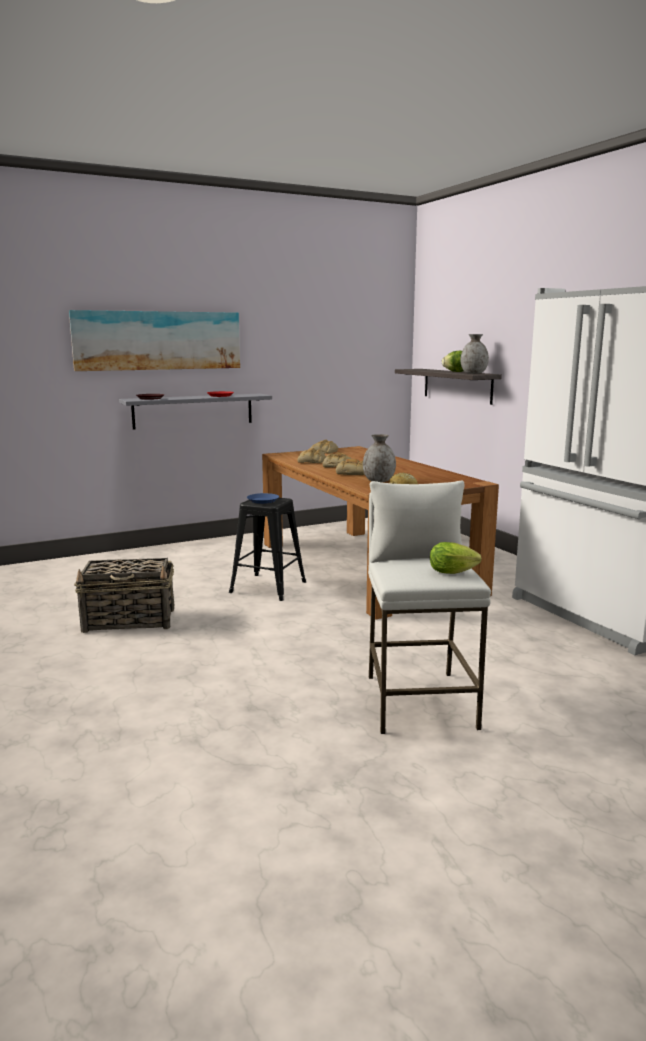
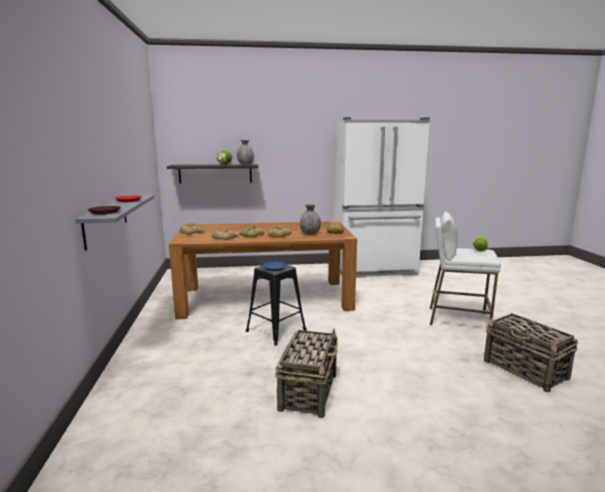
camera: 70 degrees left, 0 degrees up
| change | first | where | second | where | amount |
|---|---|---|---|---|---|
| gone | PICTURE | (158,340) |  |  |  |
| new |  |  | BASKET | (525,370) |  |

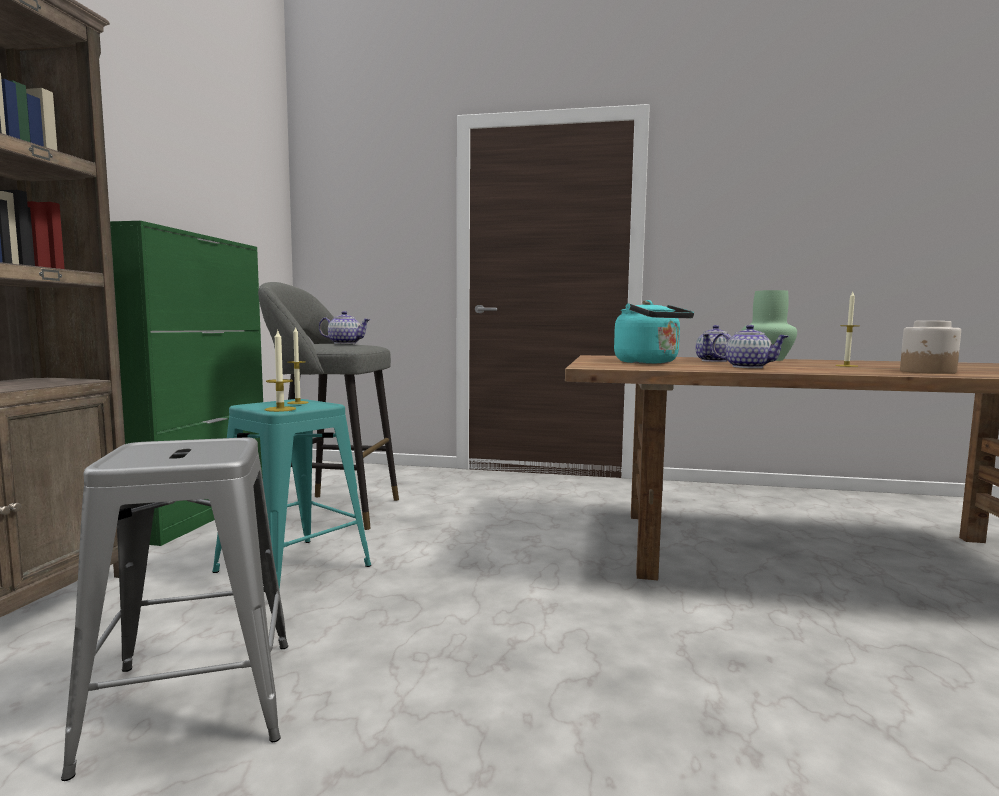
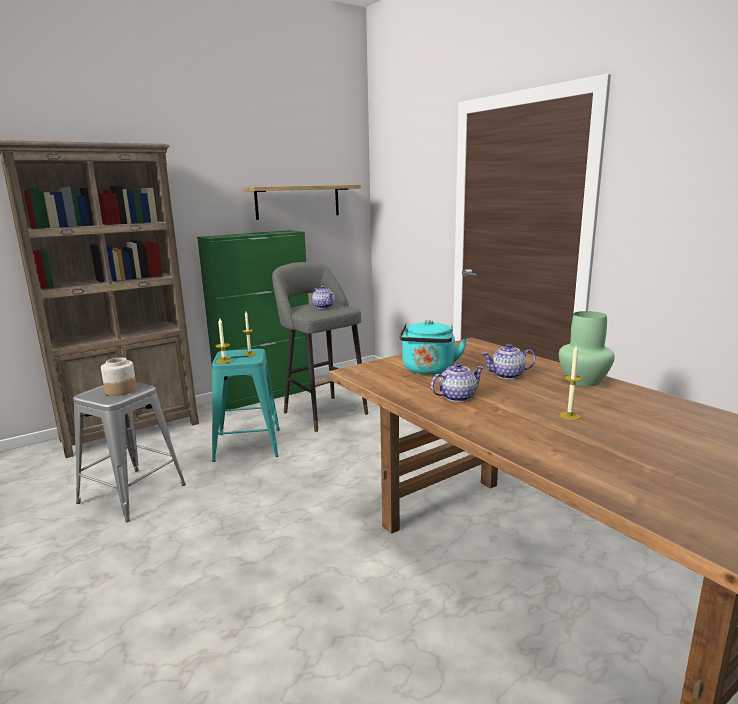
camera: 45 degrees right, 10 degrees up
| change | first | where | second | where | amount |
|---|---|---|---|---|---|
| new |  |  | SHELF | (298,201) |  |
| shifted | JAR | (928,372) |  | (120,390) |  |
| rotated | TEAPOT | (747,367) |  | (456,397) | 105 degrees counterclockwise |

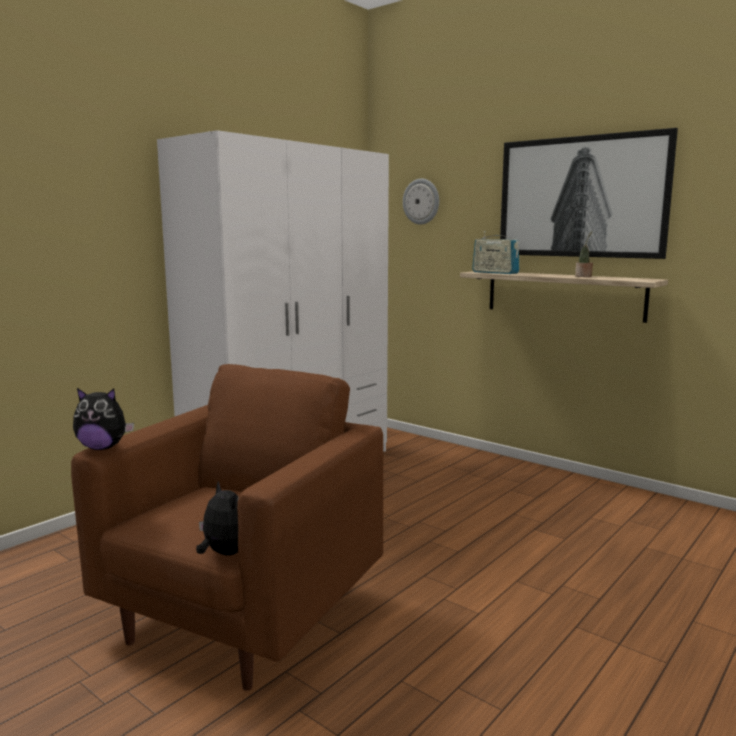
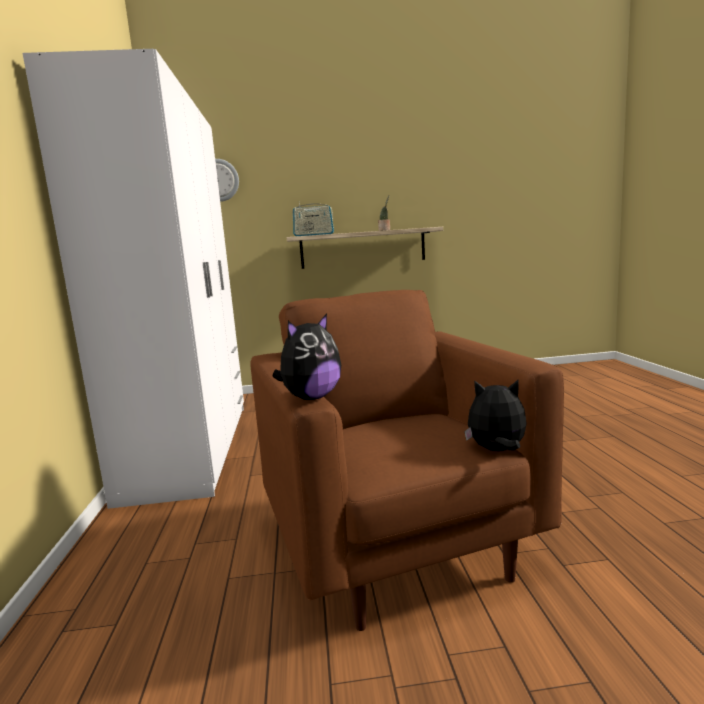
camera: 45 degrees left, 0 degrees up
| change | first | where | second | where | amount |
|---|---|---|---|---|---|
| gone | PICTURE | (581,197) |  |  |  |

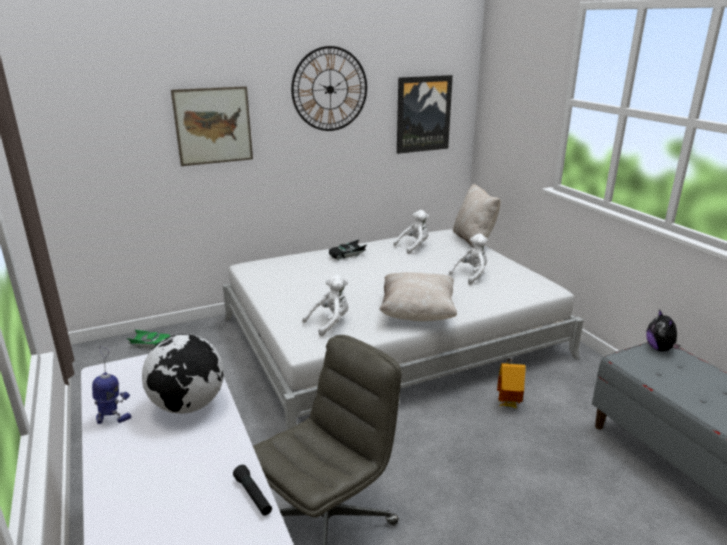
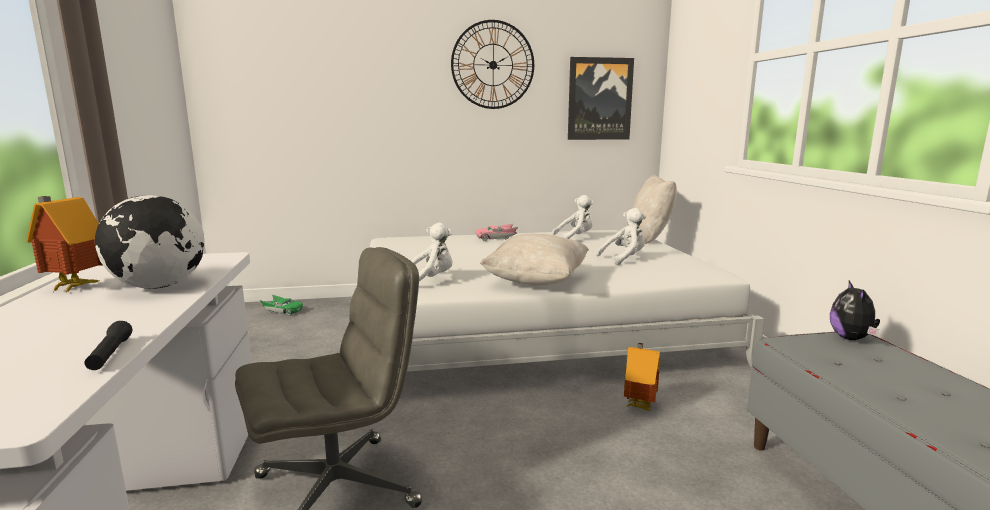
camera: 15 degrees right, 10 degrees down
| change | first | where | second | where | amount |
|---|---|---|---|---|---|
| gone | PICTURE | (213,126) |  |  |  |
| swapped | TOY ROBOT | (113,418) | TOY HOUSE | (73,287) |  |
| repainted | BLACK TOY CAR | (347,255) | PINK TOY CAR | (496,238) |  |

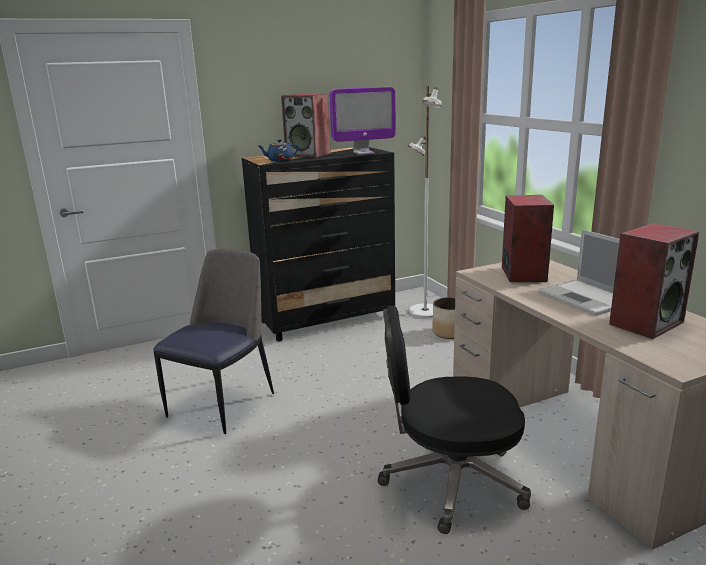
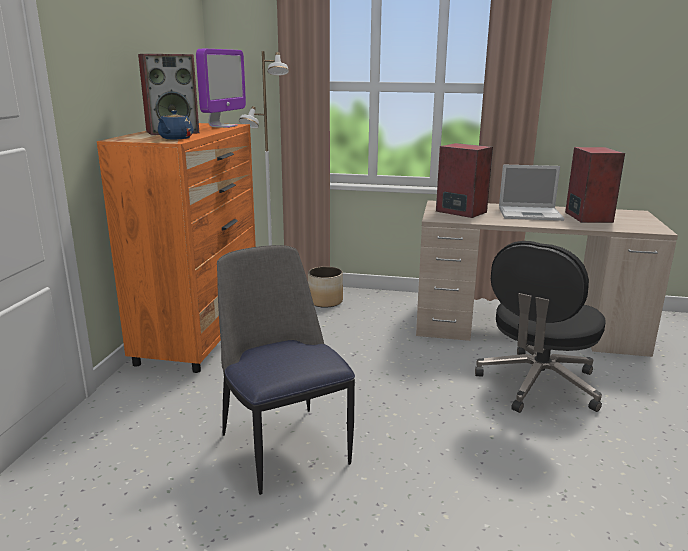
camera: 55 degrees left, 0 degrees up
| change | first | where | second | where | amount |
|---|---|---|---|---|---|
| repainted | BLACK DRESSER | (327,319) | ORANGE DRESSER | (200,334) |  |

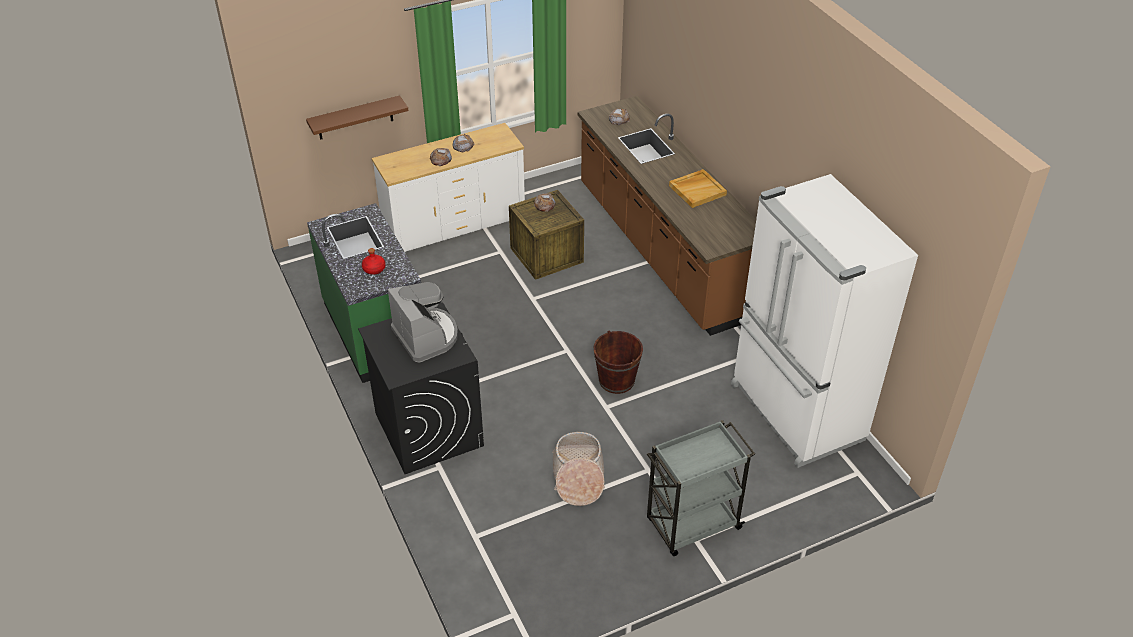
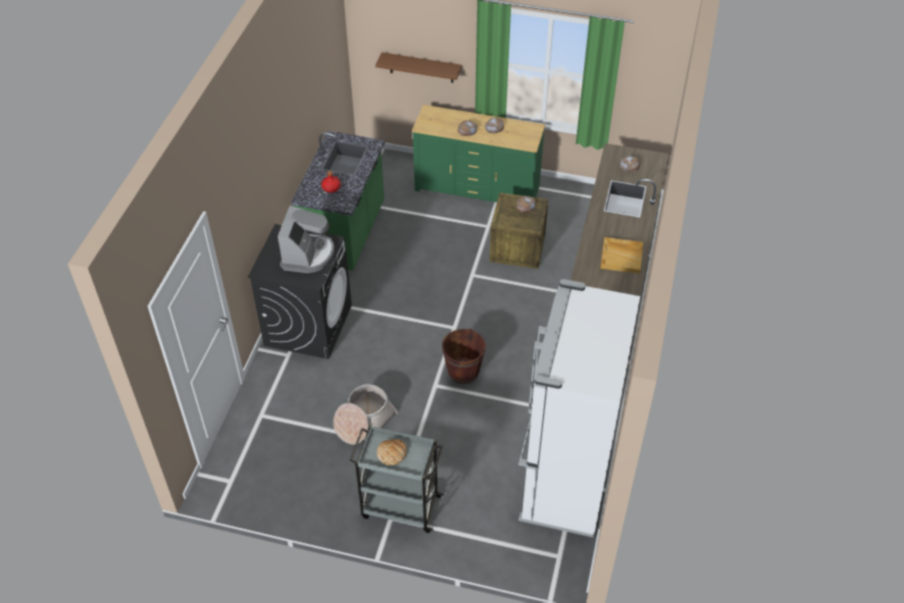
camera: 40 degrees right, 5 degrees up
| change | first | where | second | where | amount |
|---|---|---|---|---|---|
| new |  |  | BREAD | (392,453) |  |
| repainted | WHITE DRESSER | (454,225) | GREEN DRESSER | (477,188) |  |

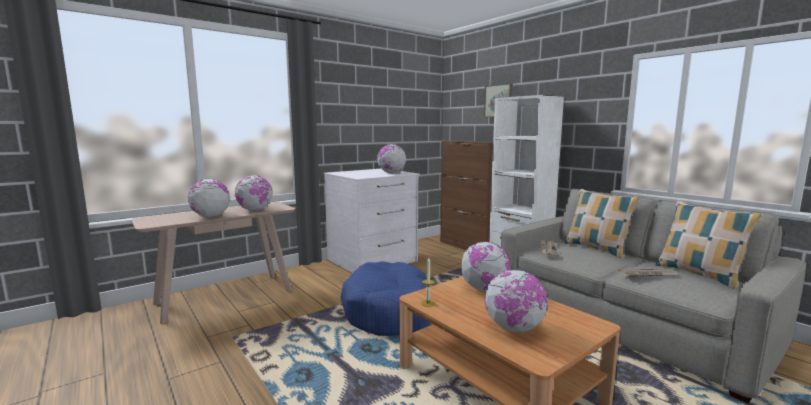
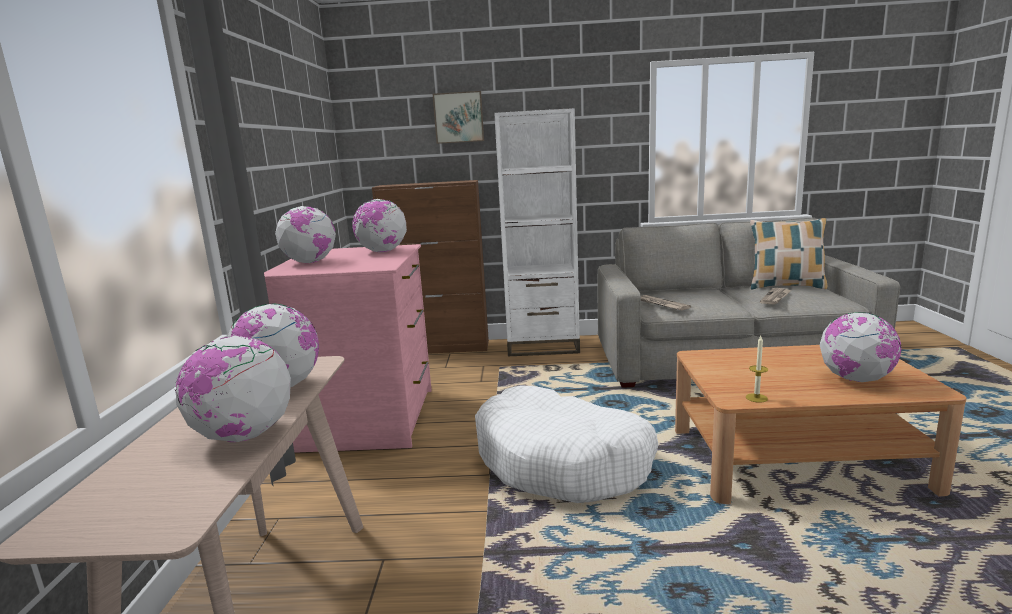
camera: 50 degrees left, 5 degrees up
| change | first | where | second | where | amount |
|---|---|---|---|---|---|
| gone | PILLOW | (596,249) |  |  |  |
| shifted | GLOBE | (484,289) |  | (310,262) |  |
| repainted | WHITE DRESSER | (373,261) | PINK DRESSER | (368,418) |  |
| repainted | BLUE DOG BED | (390,311) | WHITE DOG BED | (563,462) |  |

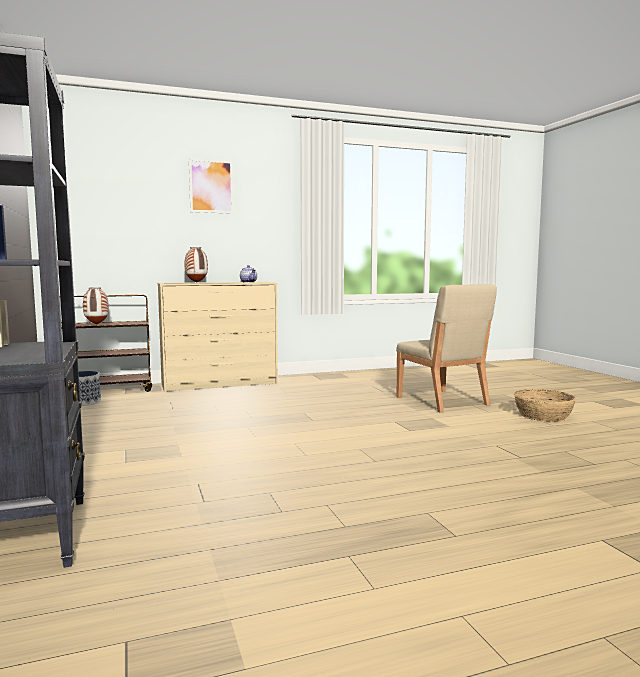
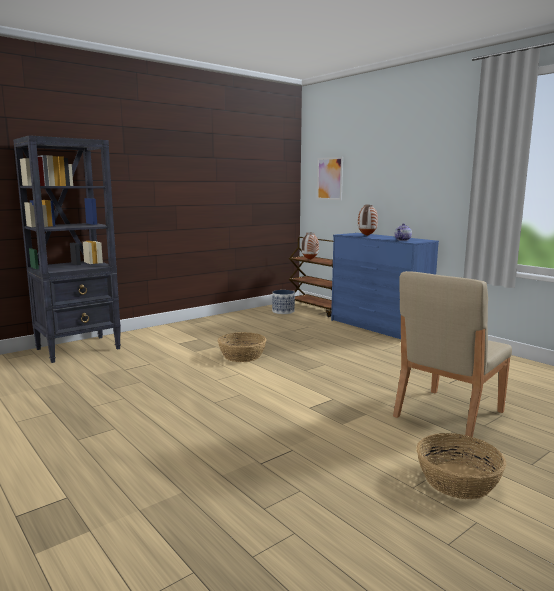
camera: 70 degrees right, 5 degrees up
| change | first | where | second | where | amount |
|---|---|---|---|---|---|
| new |  |  | BASKET | (242,356) |  |
| shifted | PICTURE | (211,186) |  | (329,178) |  |
| repainted | BEIGE DRESSER | (219,384) | BLUE DRESSER | (378,328) |  |

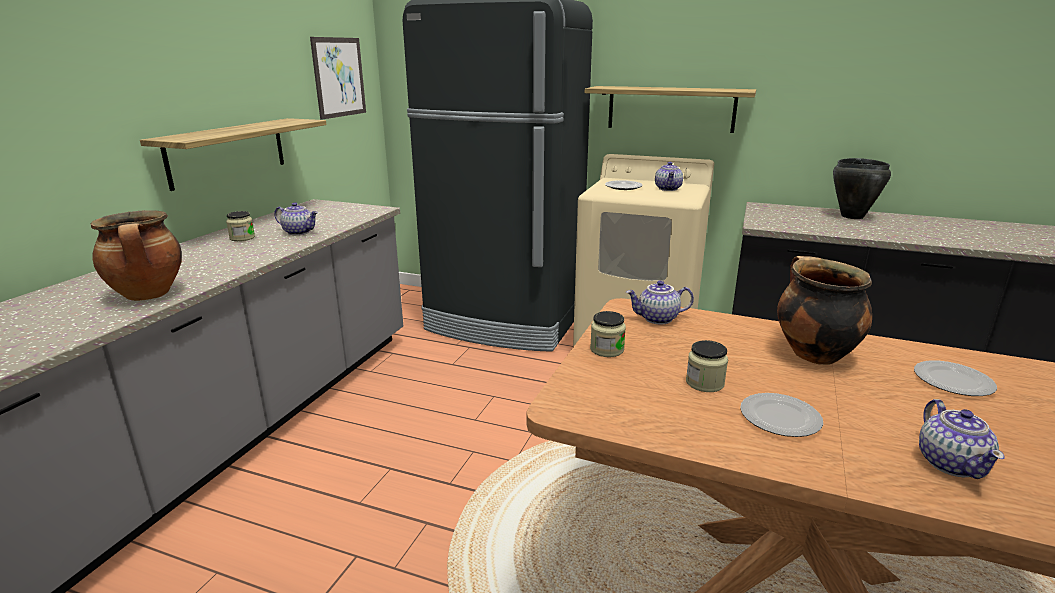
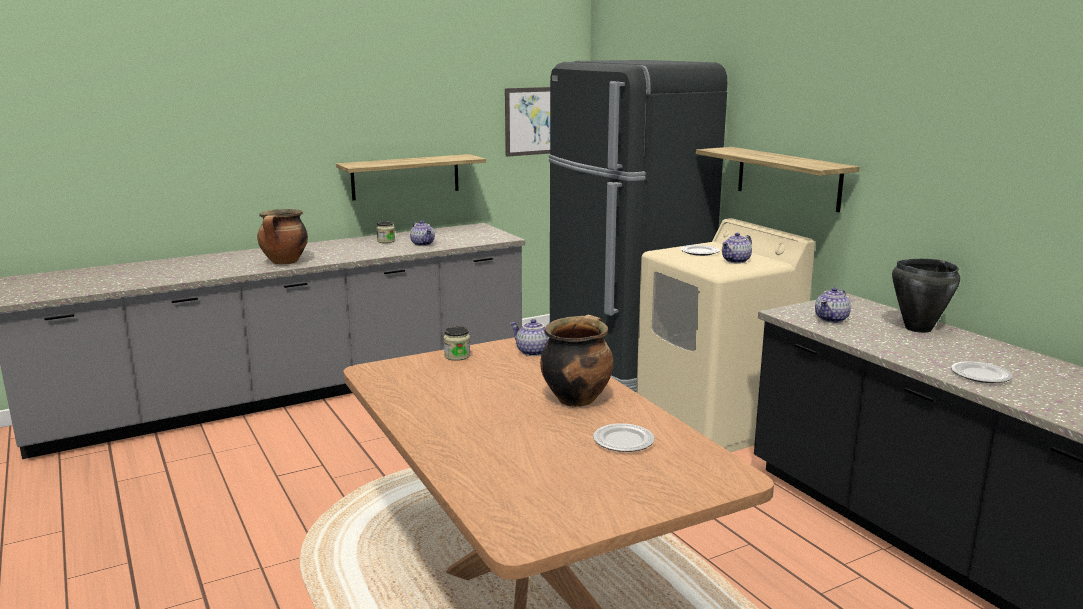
camera: 40 degrees right, 5 degrees down
| change | first | where | second | where | amount |
|---|---|---|---|---|---|
| gone | JAR | (704,383) |  |  |  |
| shifted | PLATE | (780,419) |  | (980,375) |  |
| shifted | TEAPOT | (951,463) |  | (832,319) |  |

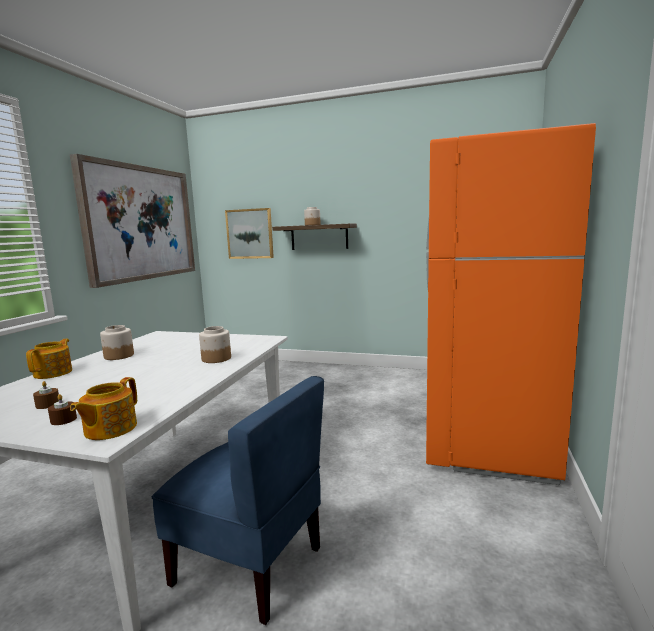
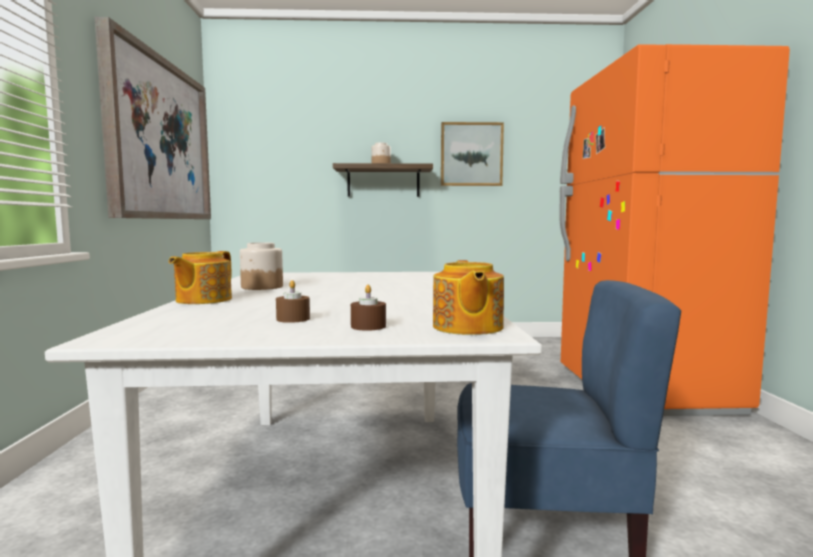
camera: 20 degrees left, 5 degrees down
| change | first | where | second | where | amount |
|---|---|---|---|---|---|
| gone | JAR | (216,359) |  |  |  |
| shifted | PICTURE | (250,234) |  | (471,154) |  |
| rotated | TEAPOT | (54,373) |  | (202,300) | 150 degrees counterclockwise |

